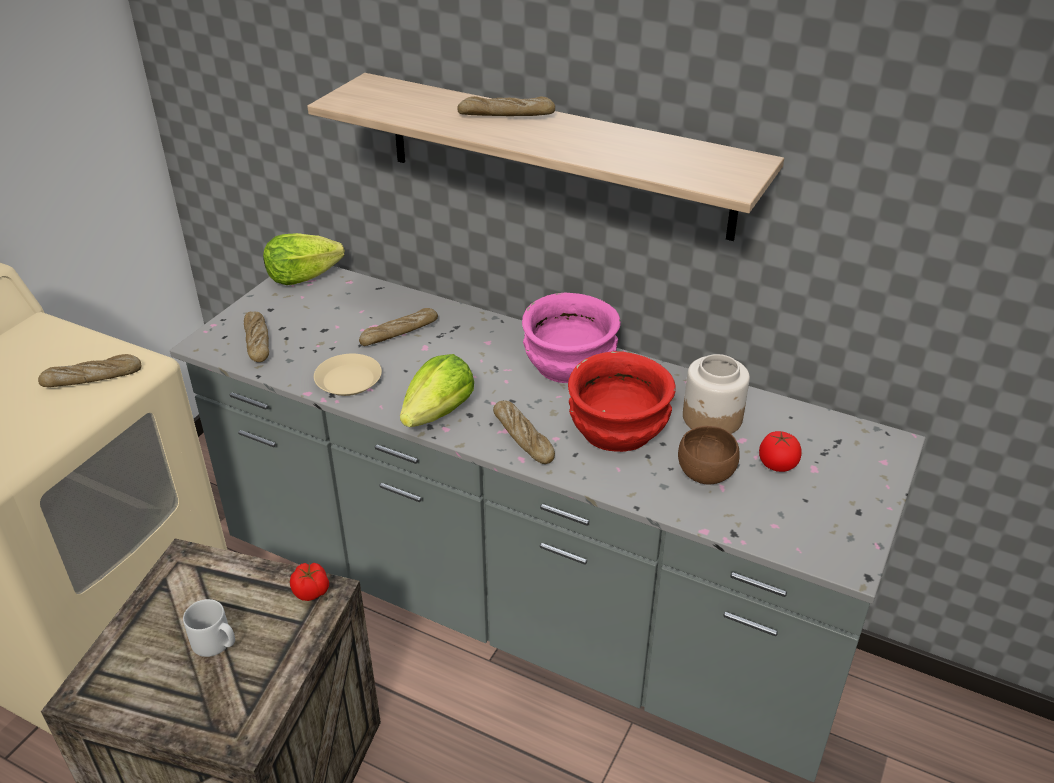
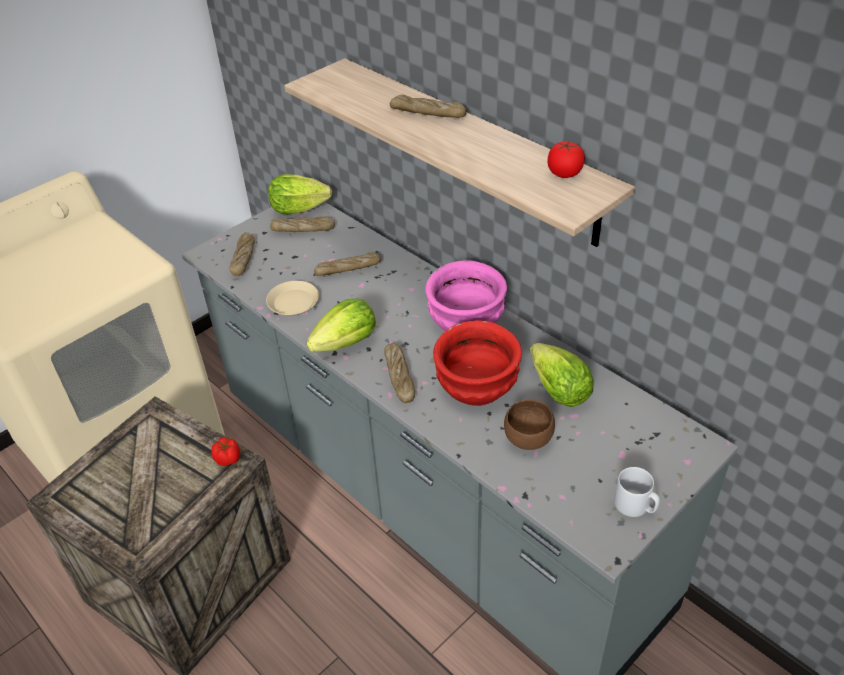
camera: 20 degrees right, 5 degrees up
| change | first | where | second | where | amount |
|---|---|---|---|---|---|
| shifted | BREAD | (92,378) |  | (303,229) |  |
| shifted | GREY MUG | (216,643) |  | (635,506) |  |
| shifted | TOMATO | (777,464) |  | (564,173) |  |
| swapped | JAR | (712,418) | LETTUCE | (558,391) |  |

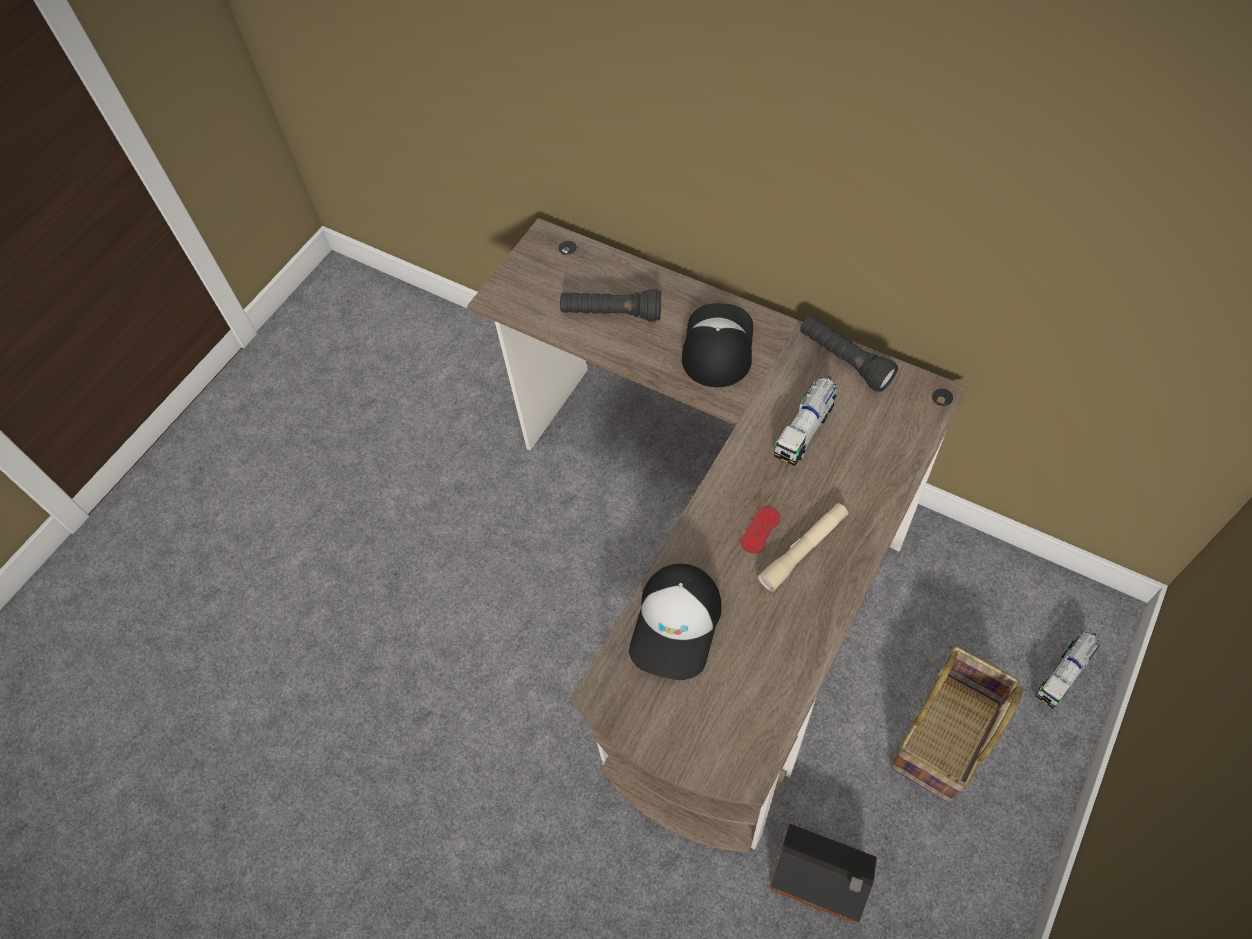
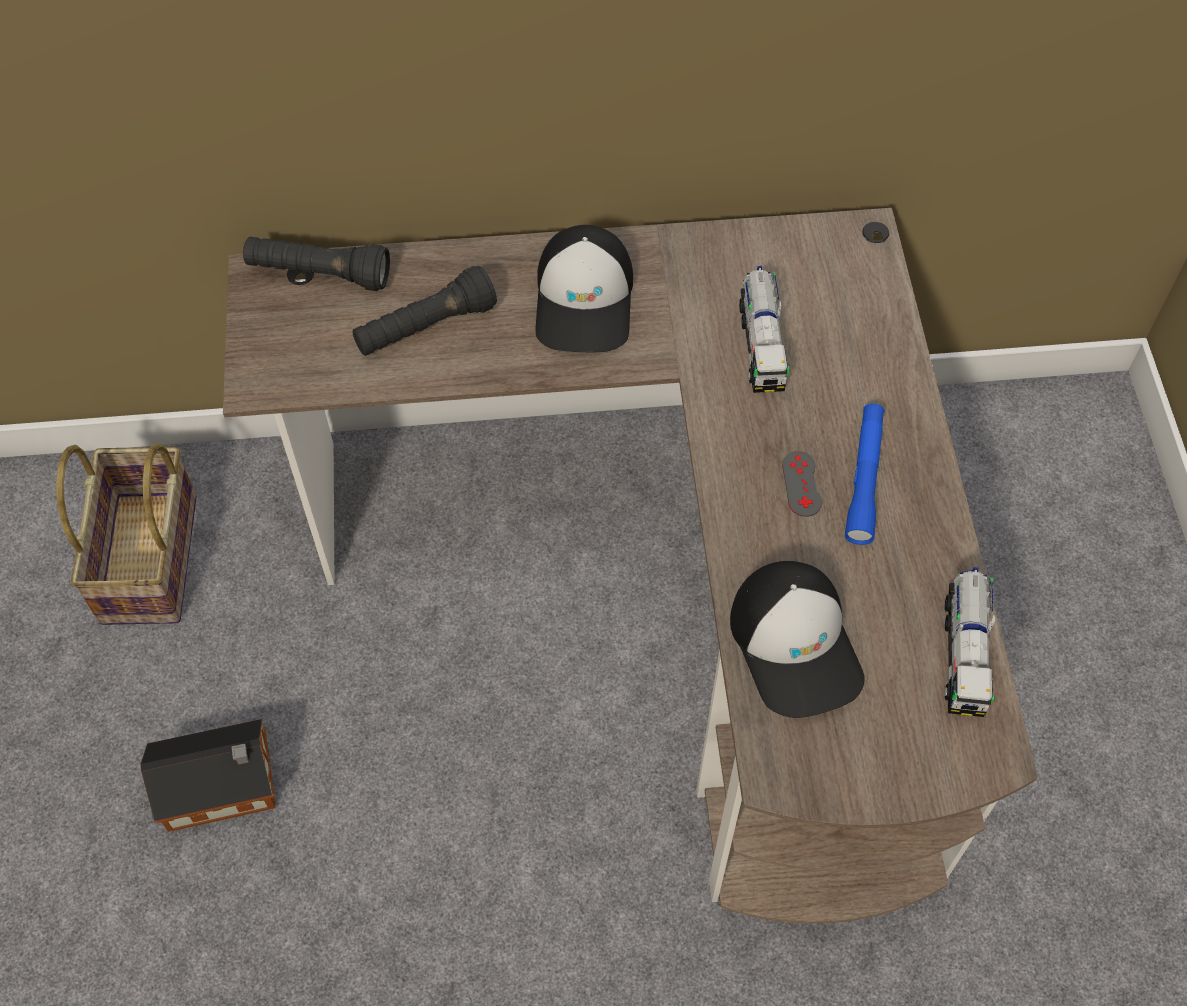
camera: 40 degrees left, 0 degrees up
| change | first | where | second | where | amount |
|---|---|---|---|---|---|
| shifted | TOY HOUSE | (822,881) |  | (223,787) |  |
| shifted | BLACK FLASHLIGHT | (844,360) |  | (319,274) |  |
| shifted | BASKET | (946,737) |  | (152,559) |  |
| shifted | TOY TRUCK | (1063,673) |  | (963,653) |  |
| repainted | RED GAME CONTROLLER | (760,530) | GREY GAME CONTROLLER | (801,484) |  |
| repainted | BEIGE FLASHLIGHT | (803,550) | BLUE FLASHLIGHT | (864,479) |  |
| rotated | CAP | (717,346) |  | (585,301) | 150 degrees counterclockwise |

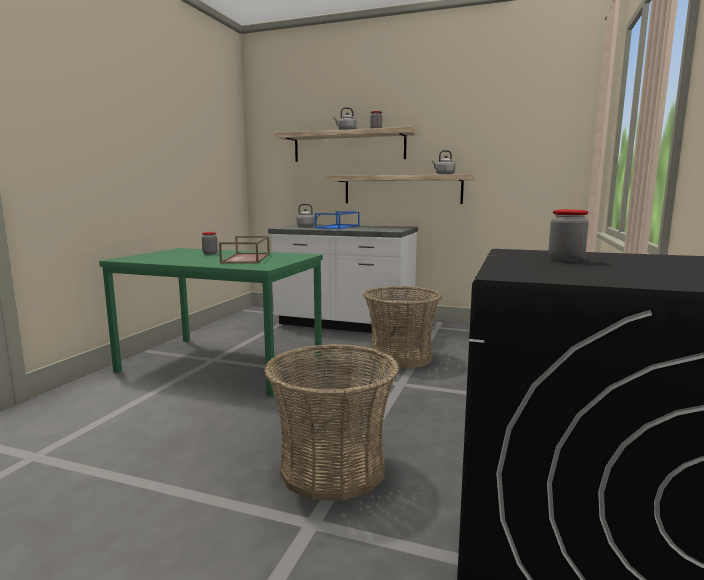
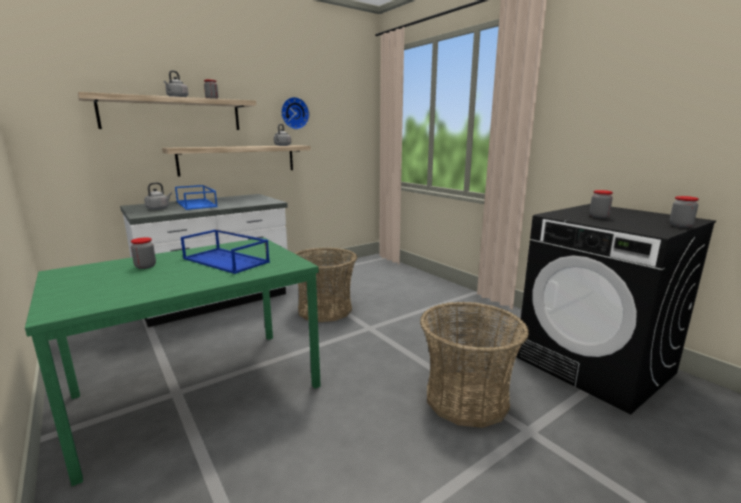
camera: 55 degrees left, 5 degrees up
| change | first | where | second | where | amount |
|---|---|---|---|---|---|
| new |  |  | WALL CLOCK | (294,113) |  |
| new |  |  | JAR | (680,226) |  |
| repainted | BROWN TRAY | (247,258) | BLUE TRAY | (227,260) |  |

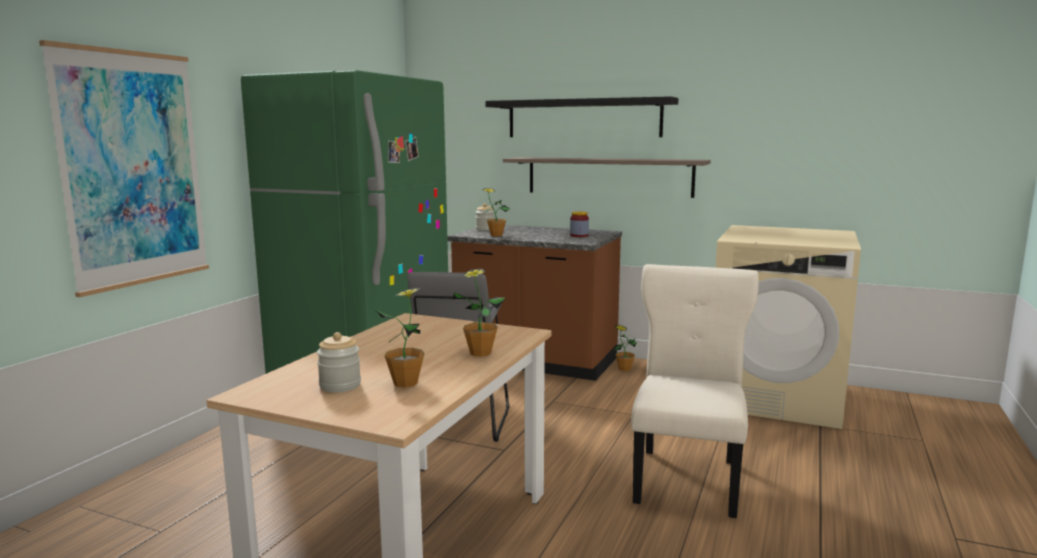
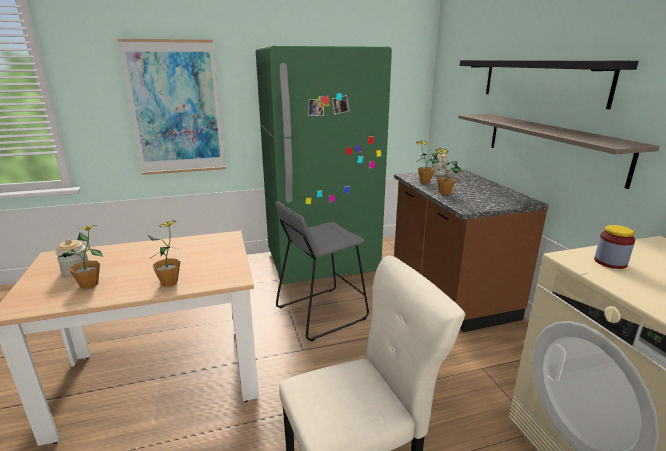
camera: 50 degrees right, 10 degrees up
| change | first | where | second | where | amount |
|---|---|---|---|---|---|
| shifted | JAR | (579,236) |  | (610,262) |  |
| shifted | POTTED PLANT | (624,369) |  | (444,193) |  |

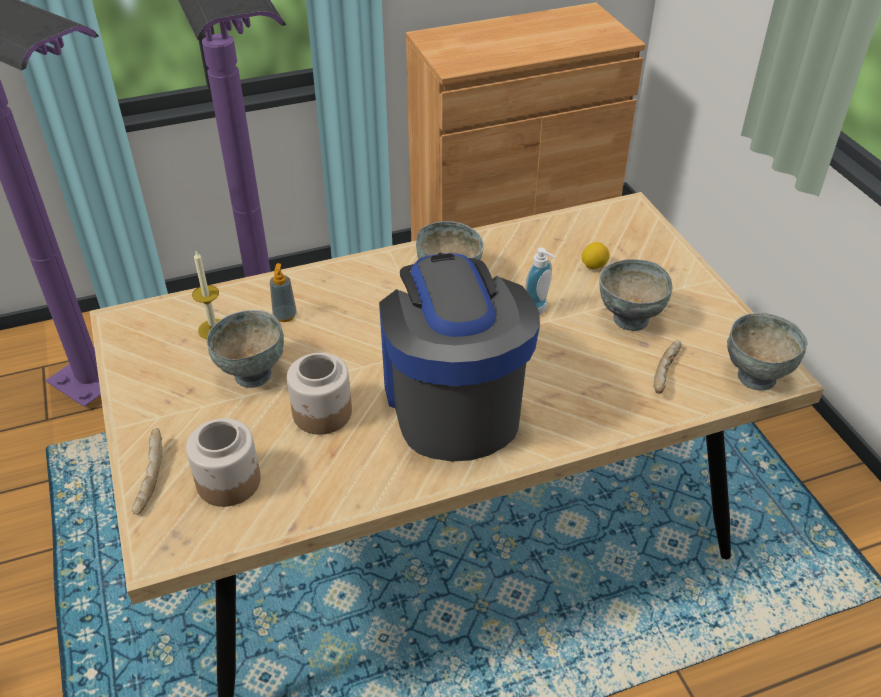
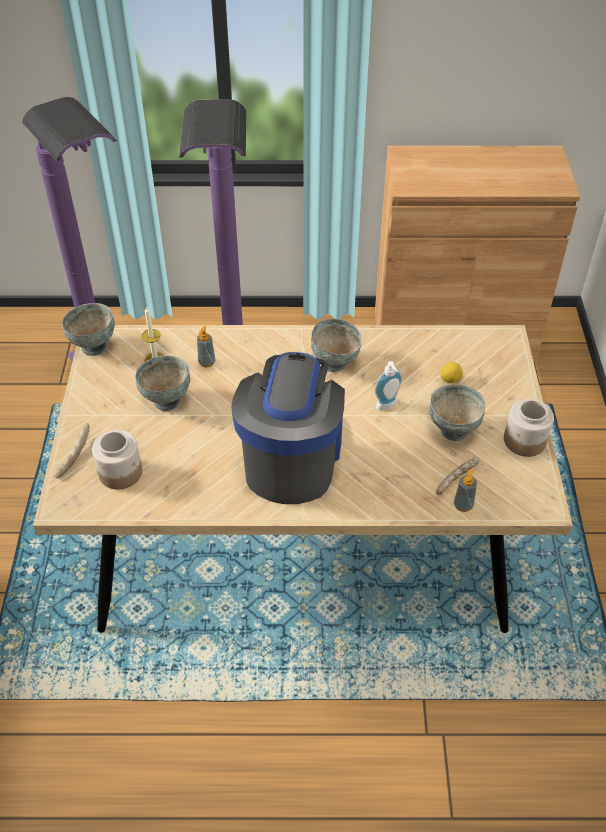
camera: 20 degrees right, 5 degrees up
| change | first | where | second | where | amount |
|---|---|---|---|---|---|
| new |  |  | SOAP DISPENSER | (463,505) |  |
| shifted | JAR | (322,413) |  | (524,441) |  |
| shifted | GREY BOWL | (755,377) |  | (94,346) |  |

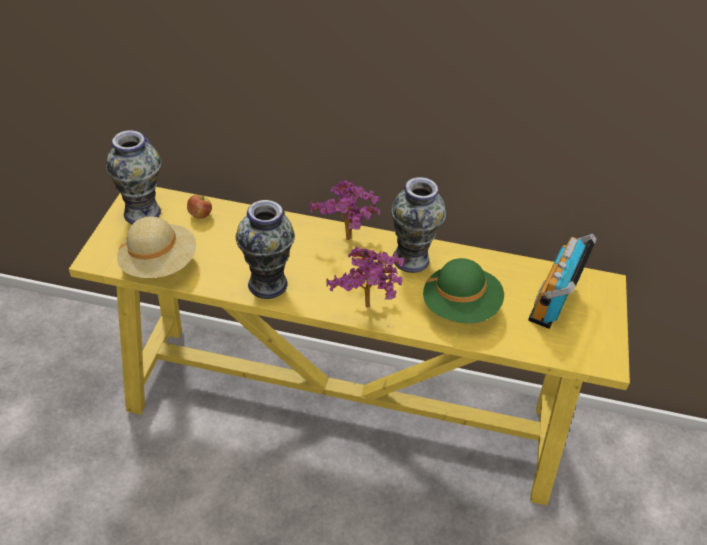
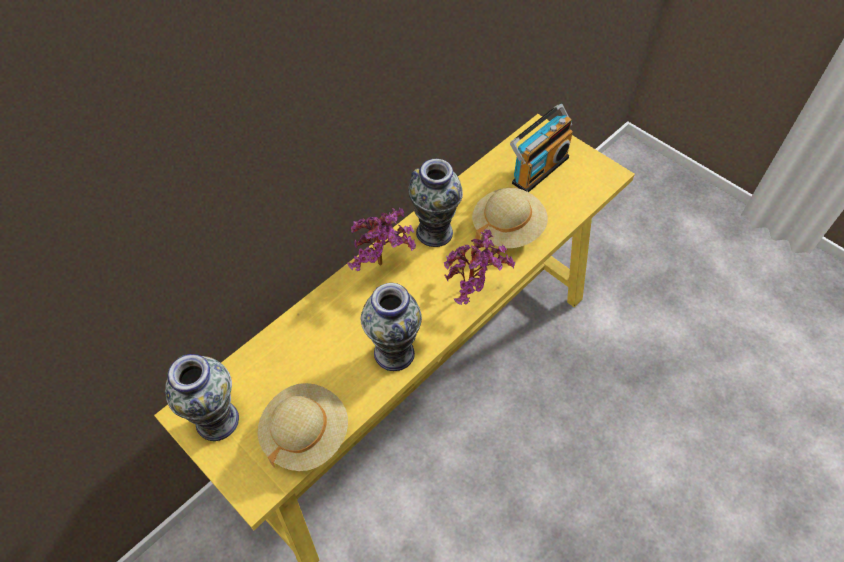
camera: 55 degrees left, 10 degrees up
| change | first | where | second | where | amount |
|---|---|---|---|---|---|
| gone | APPLE | (200,215) |  |  |  |
| repainted | GREEN HAT | (460,307) | BEIGE HAT | (507,228) |  |
| rotated | RADIO | (554,301) |  | (537,168) | 105 degrees counterclockwise |

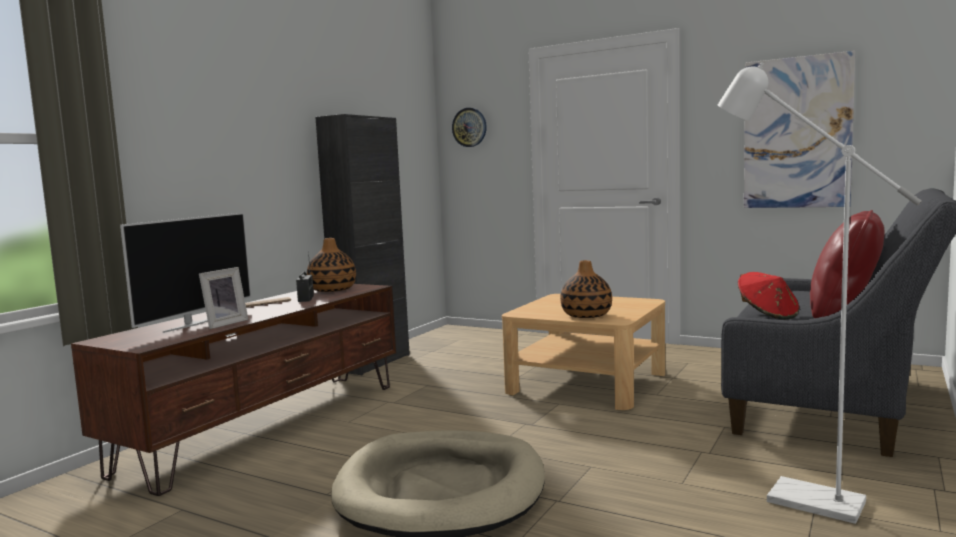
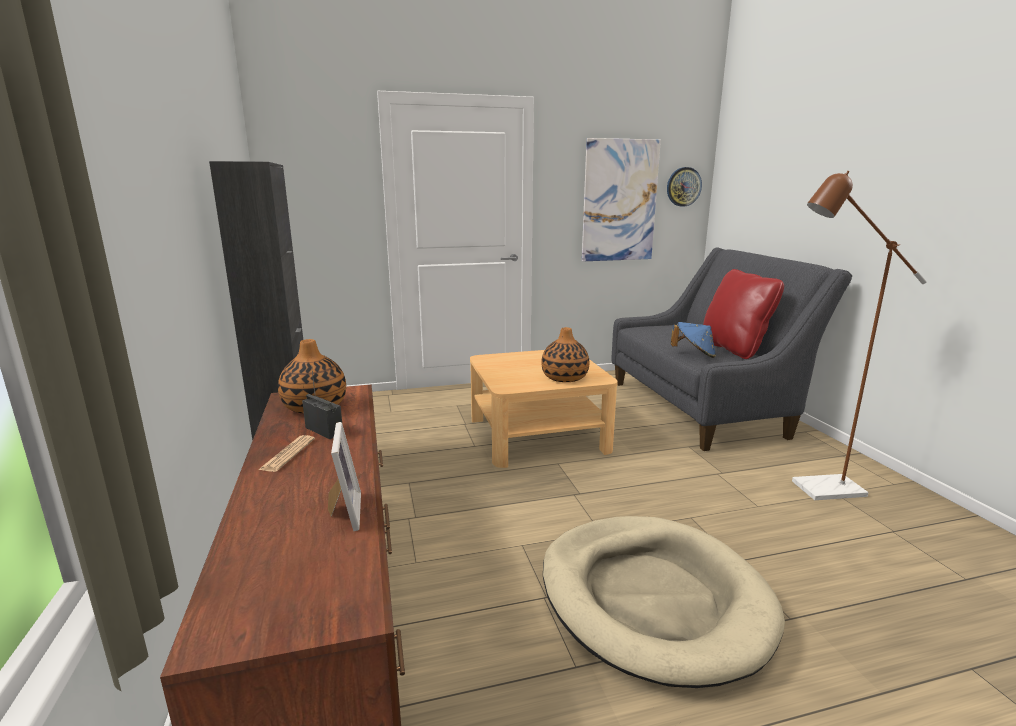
camera: 45 degrees left, 10 degrees up
| change | first | where | second | where | amount |
|---|---|---|---|---|---|
| gone | TELEVISION | (193,324) |  |  |  |
| shifted | WALL CLOCK | (469,127) |  | (683,186) |  |
| repainted | WHITE FLOOR LAMP | (797,497) | BROWN FLOOR LAMP | (817,489) |  |
| repainted | RED HAT | (767,315) | BLUE HAT | (694,354) |  |

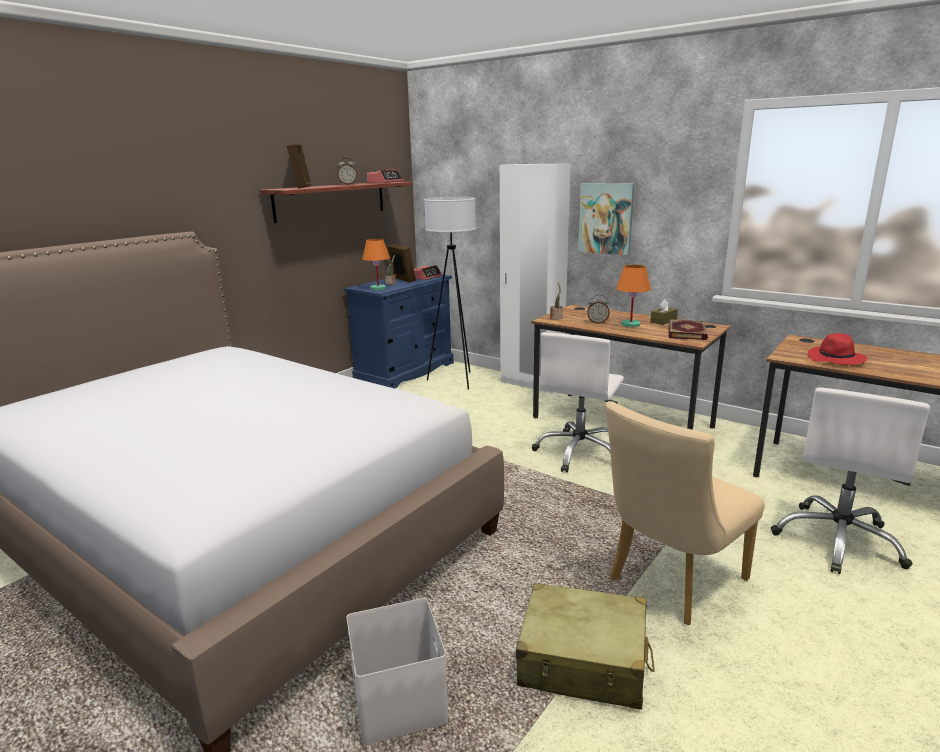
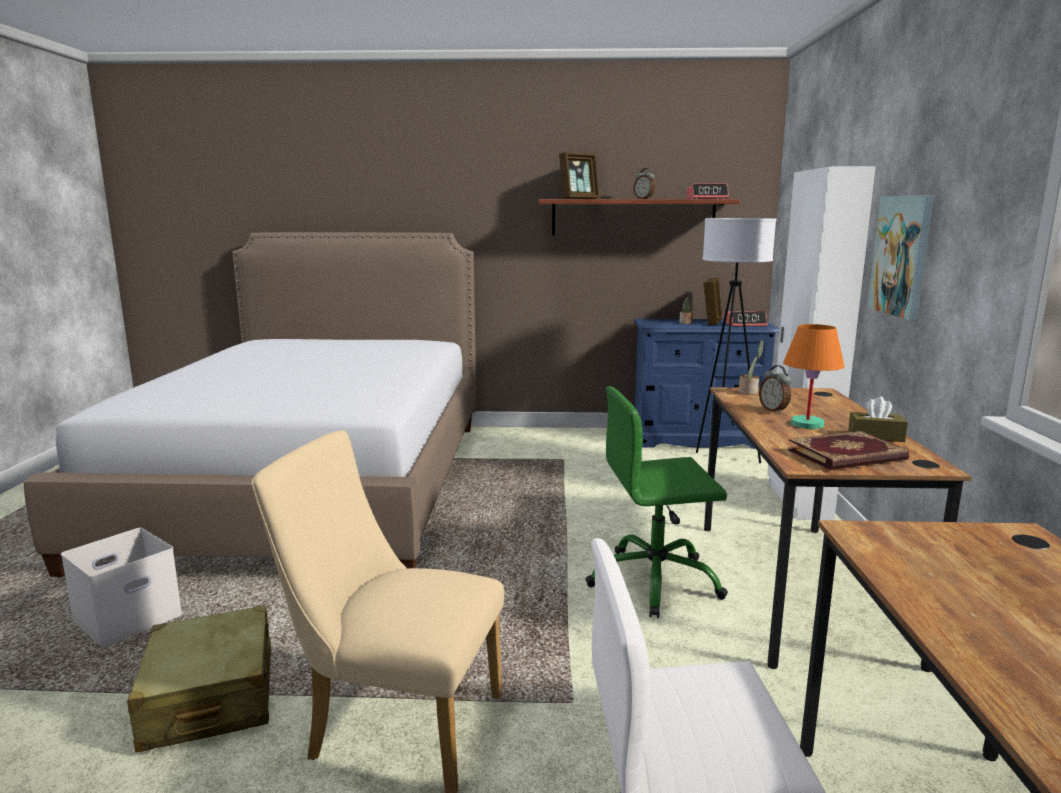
camera: 55 degrees right, 5 degrees down
| change | first | where | second | where | amount |
|---|---|---|---|---|---|
| gone | ORANGE TABLE LAMP | (377,288) |  |  |  |
| gone | RED HAT | (836,359) |  |  |  |
| repainted | WHITE OFFICE CHAIR | (579,452) | GREEN OFFICE CHAIR | (655,581) |  |

